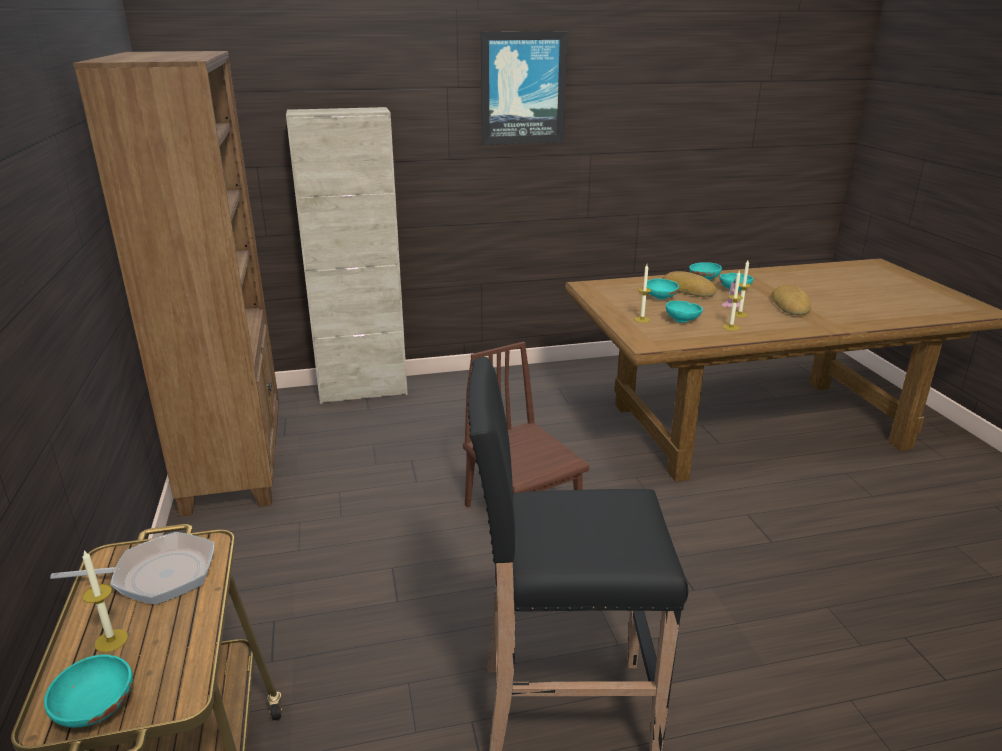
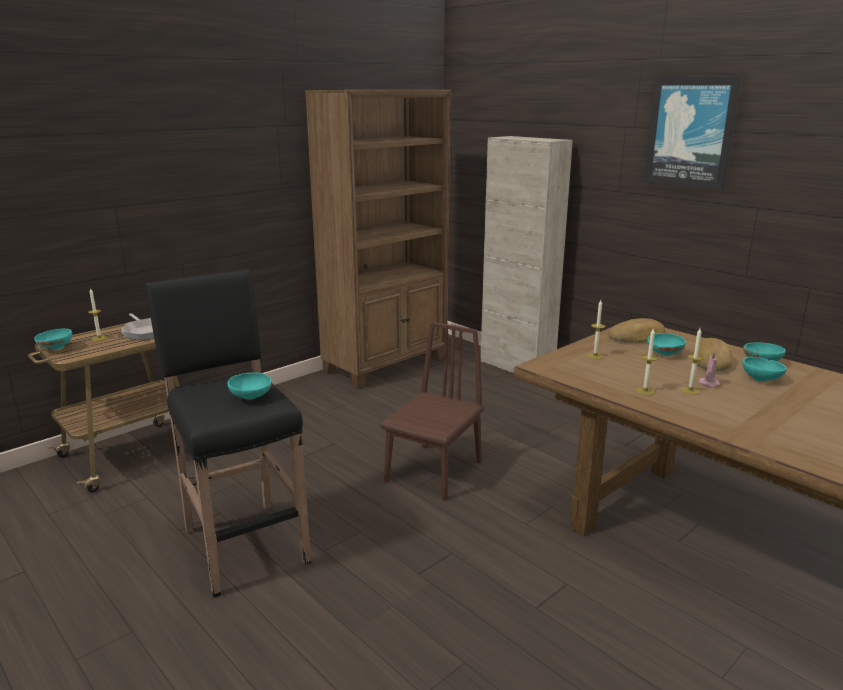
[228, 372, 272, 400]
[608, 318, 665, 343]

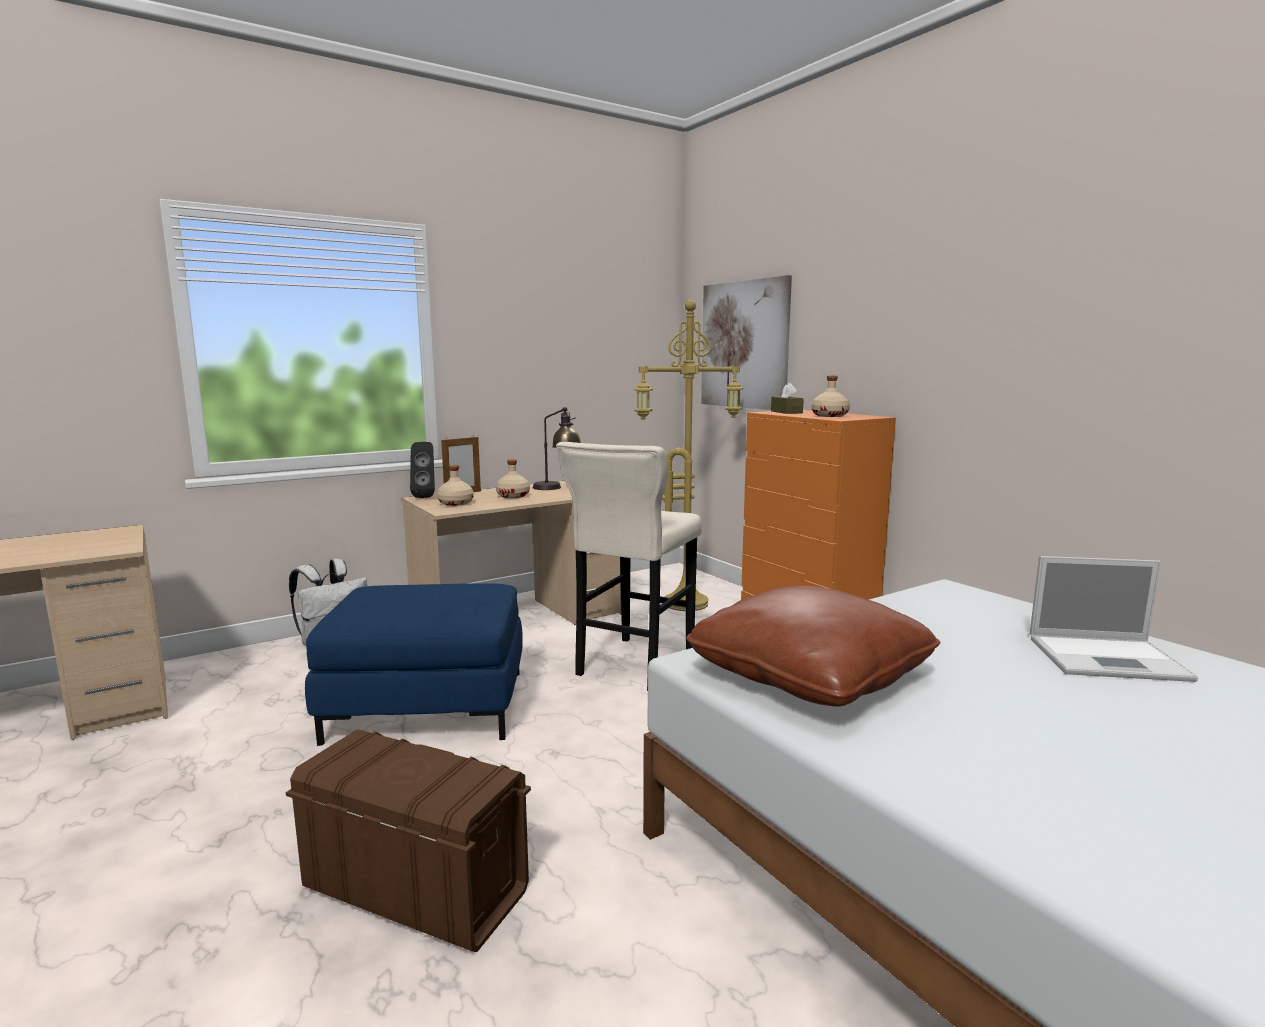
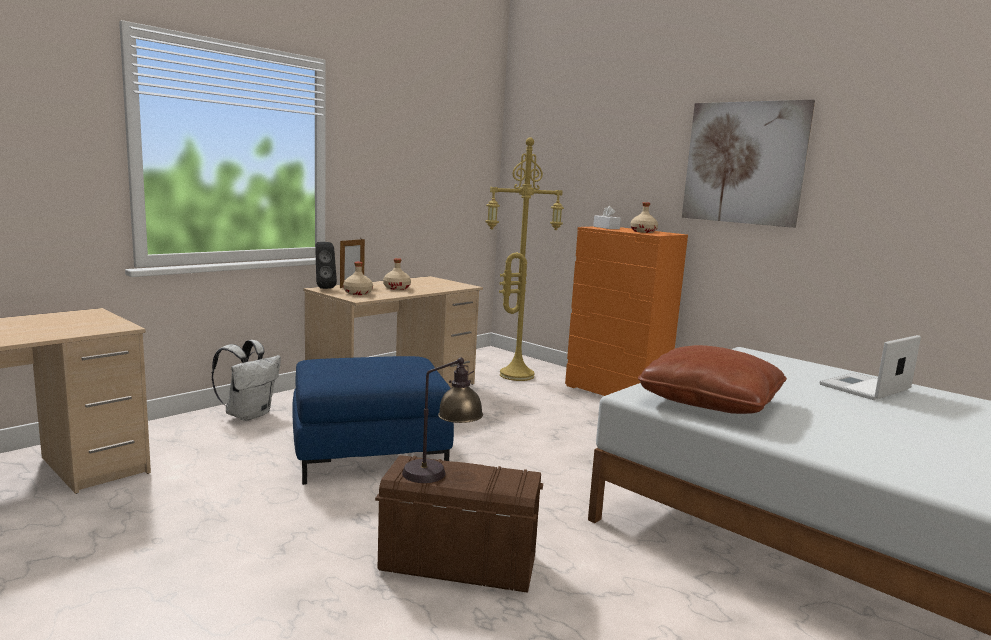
[402, 357, 483, 483]
[593, 206, 621, 229]
[682, 99, 815, 228]
[819, 335, 921, 400]
[556, 442, 702, 691] (first image)

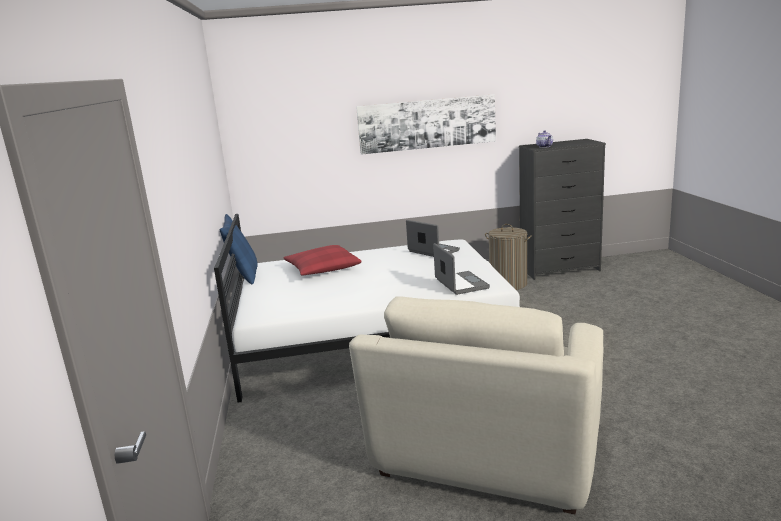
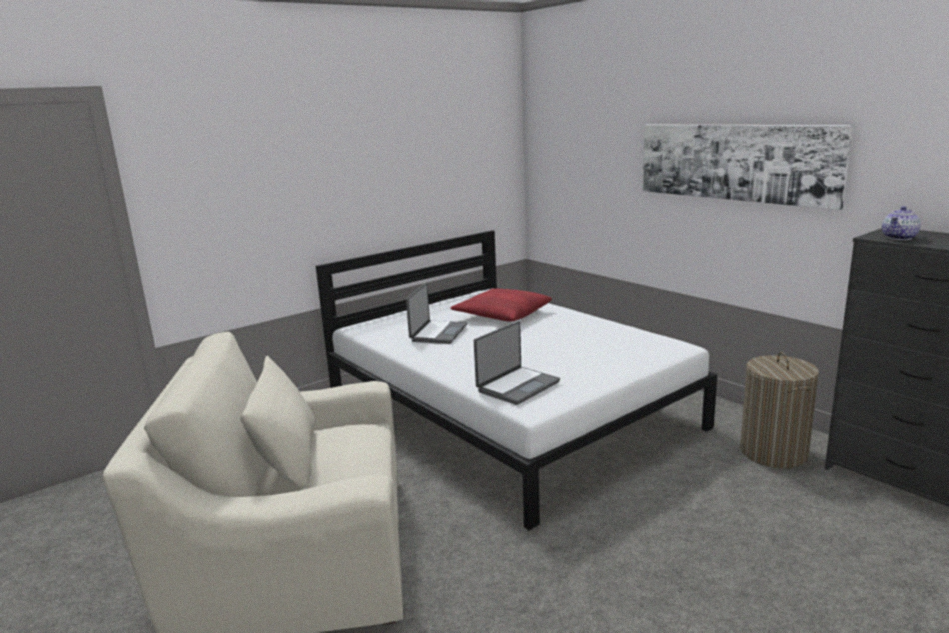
[406, 283, 467, 344]
[220, 214, 257, 284] (first image)

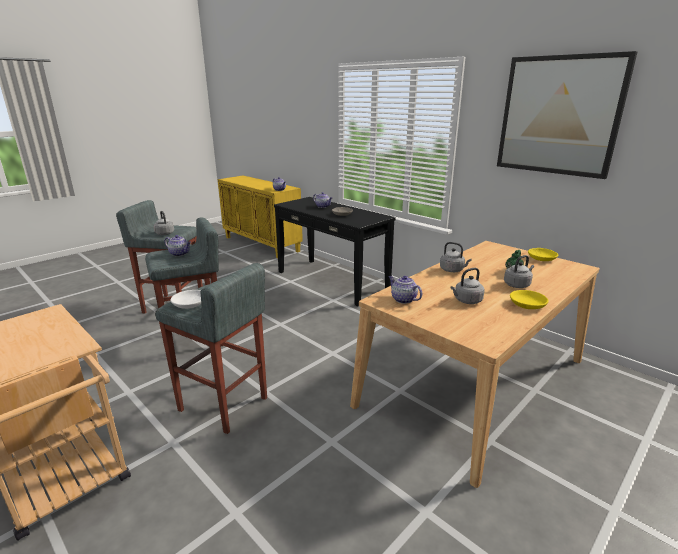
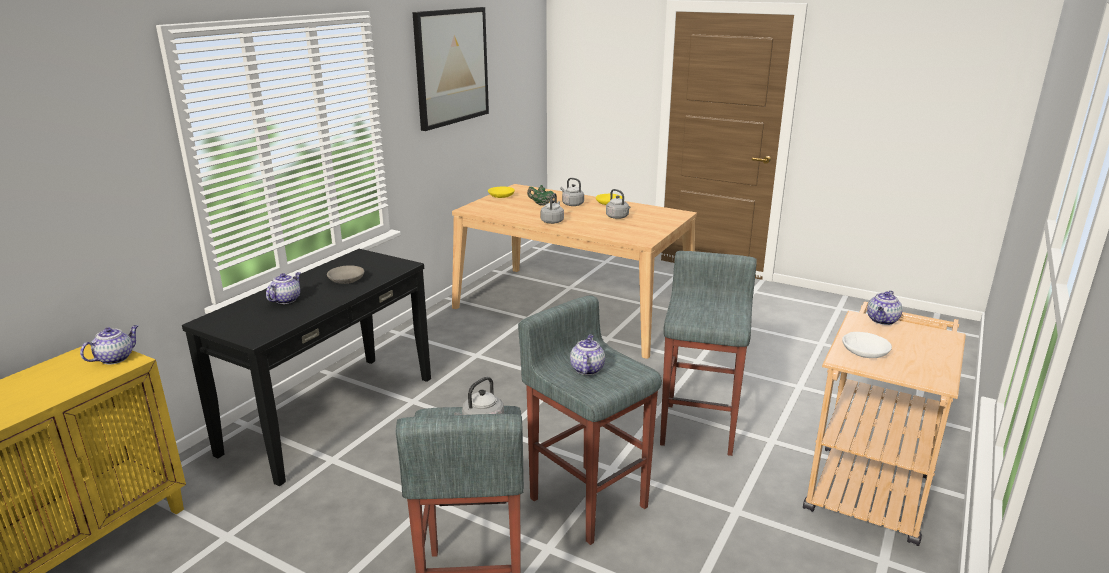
[842, 332, 892, 358]
[867, 290, 903, 325]

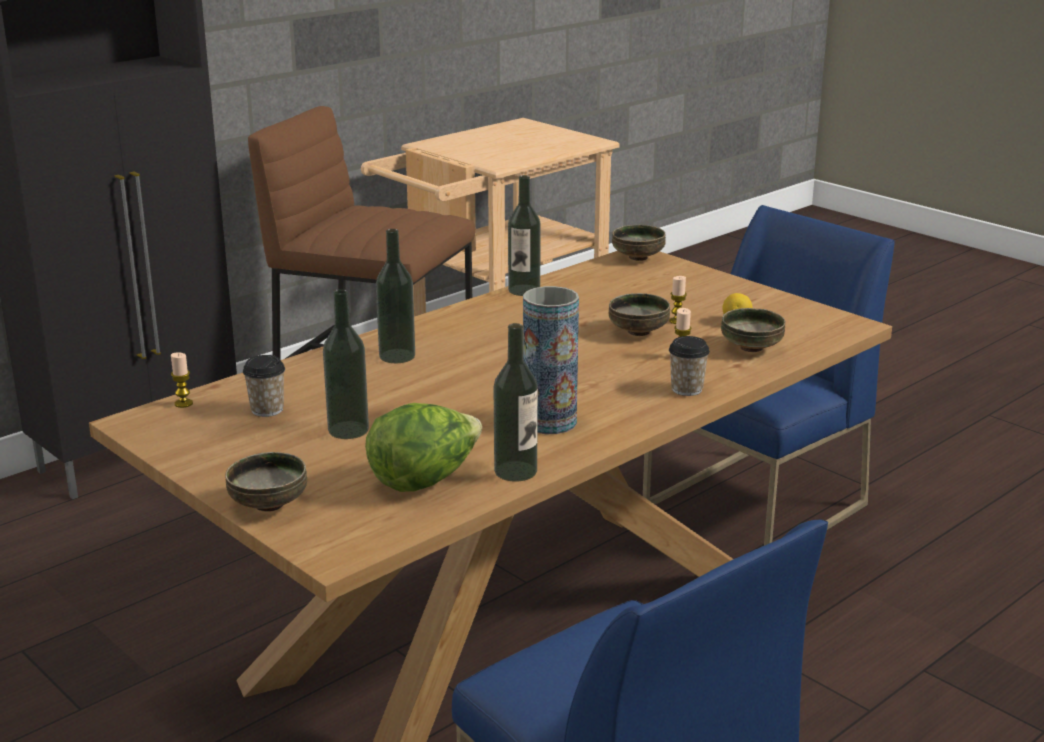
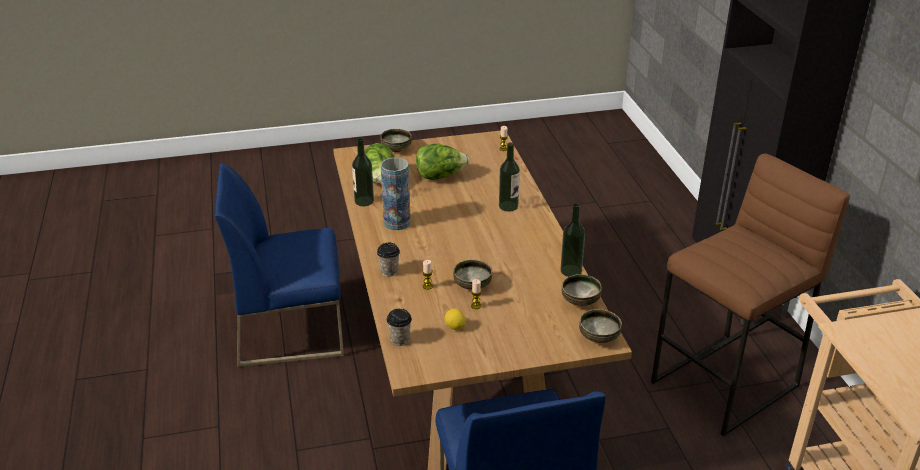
[386, 309, 412, 346]
[416, 144, 469, 180]
[562, 274, 602, 306]

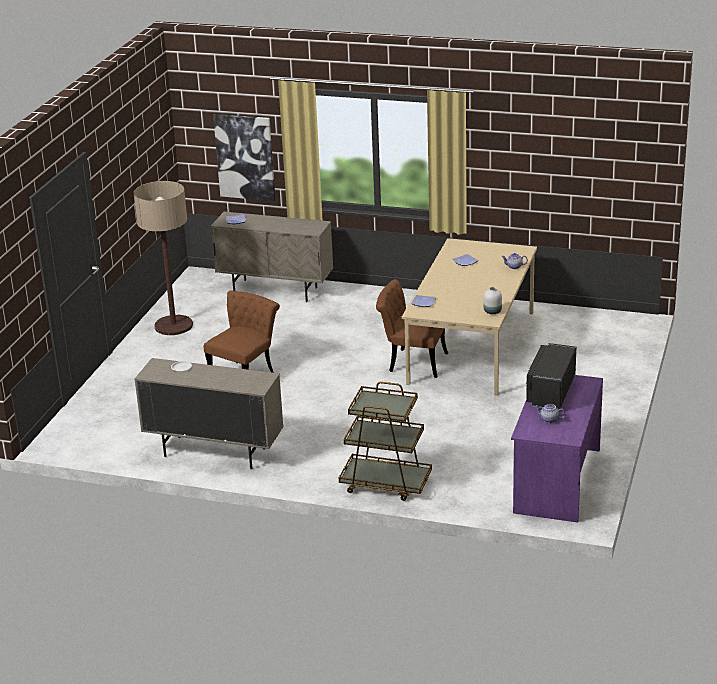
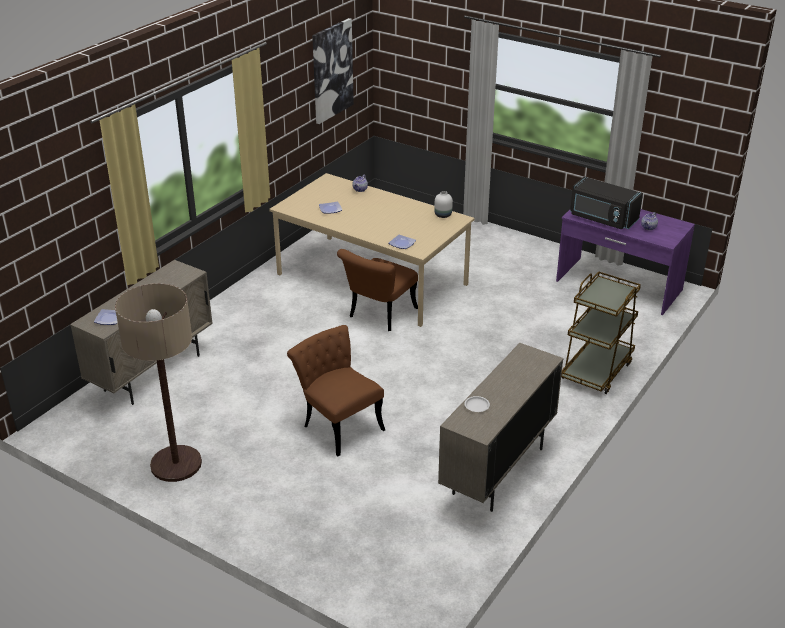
[312, 18, 354, 124]

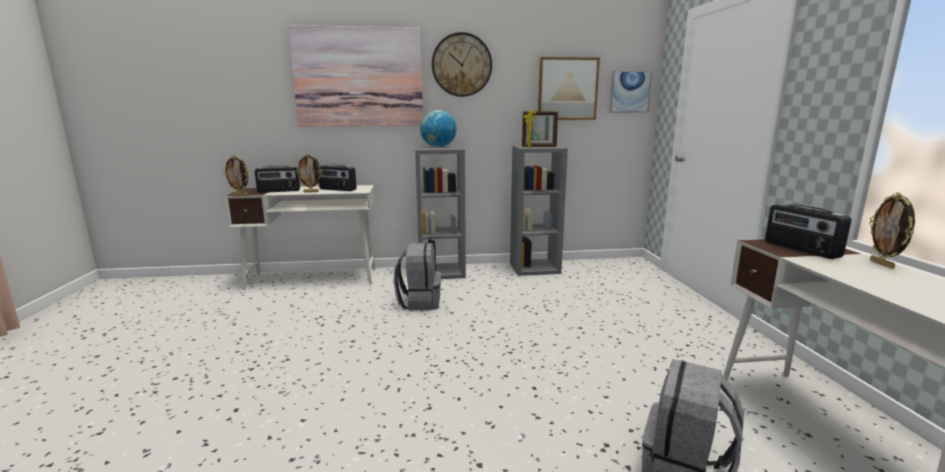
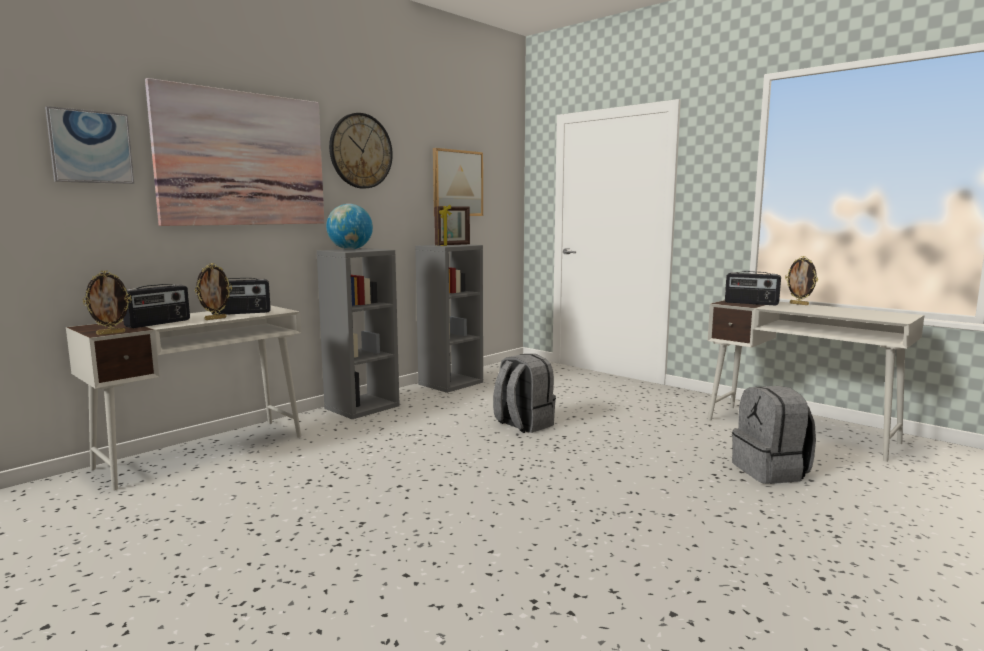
[45, 106, 134, 184]
[493, 354, 556, 433]

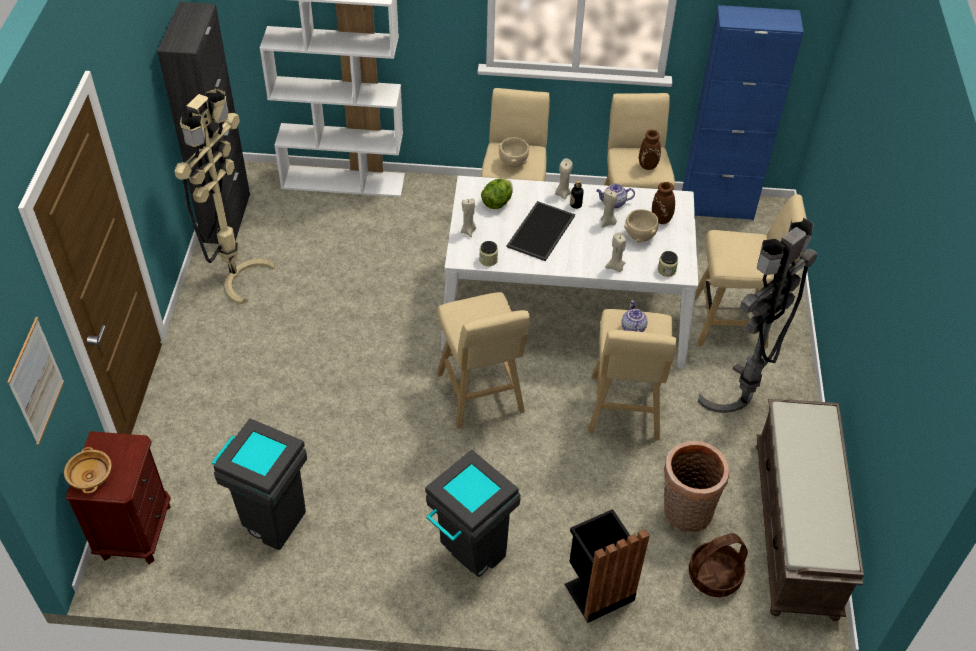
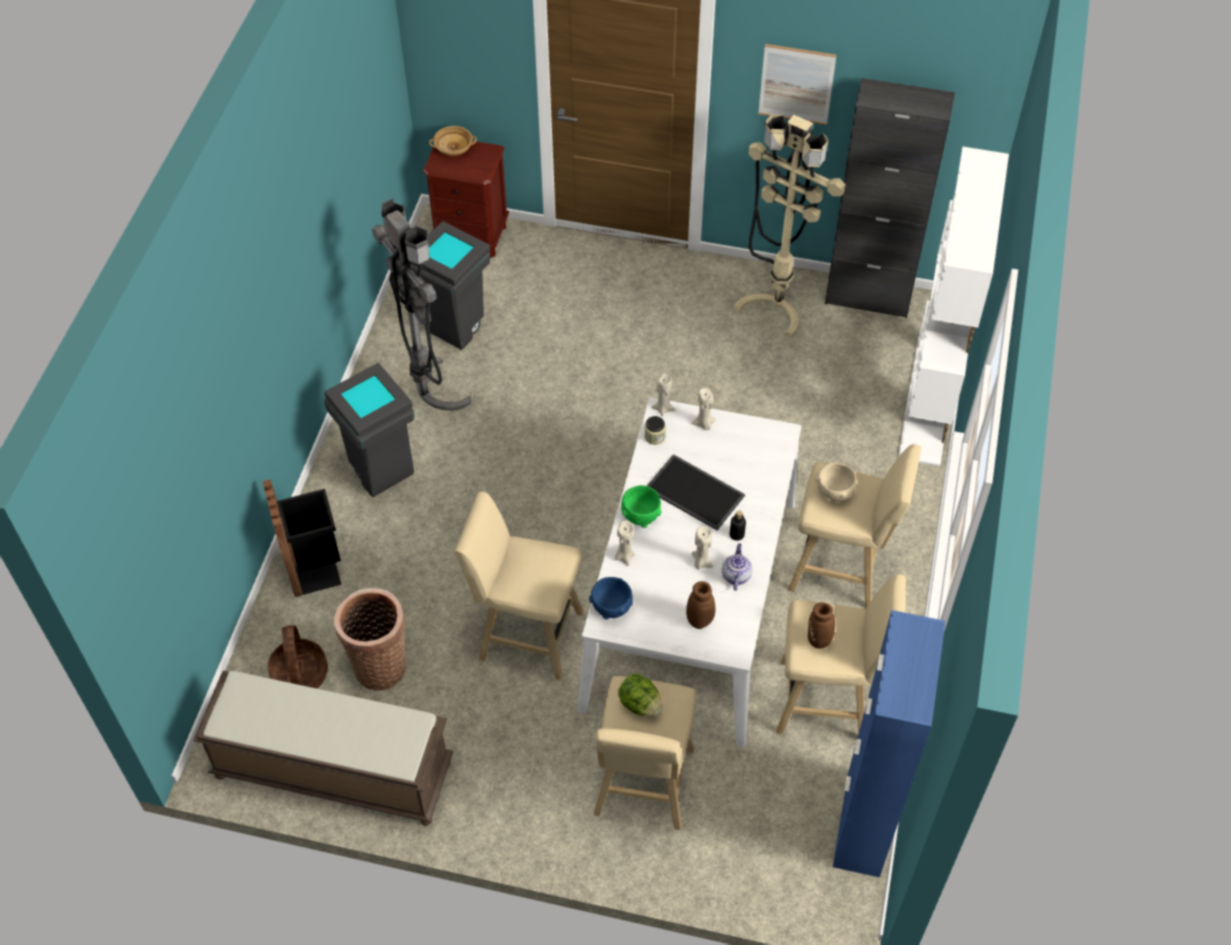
[372, 199, 471, 411]
[589, 577, 633, 620]
[618, 674, 662, 717]
[621, 485, 661, 528]
[651, 373, 676, 416]
[758, 44, 837, 125]
[437, 292, 530, 429] (first image)
[621, 300, 648, 332] (first image)
[624, 209, 659, 242] (first image)

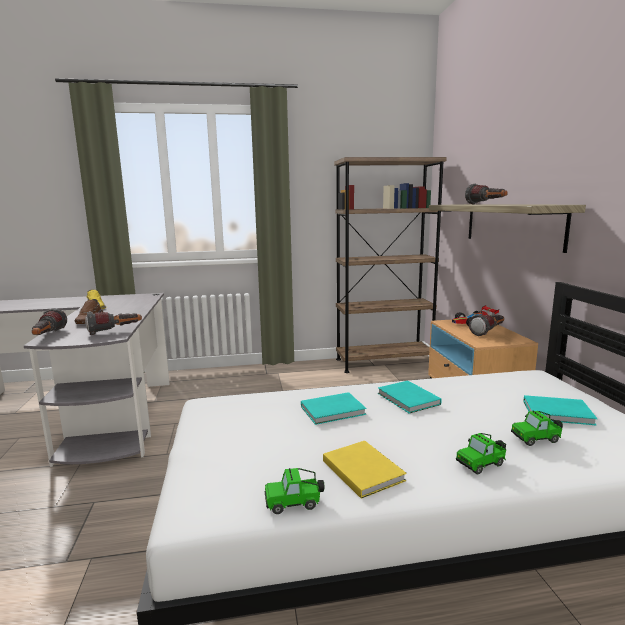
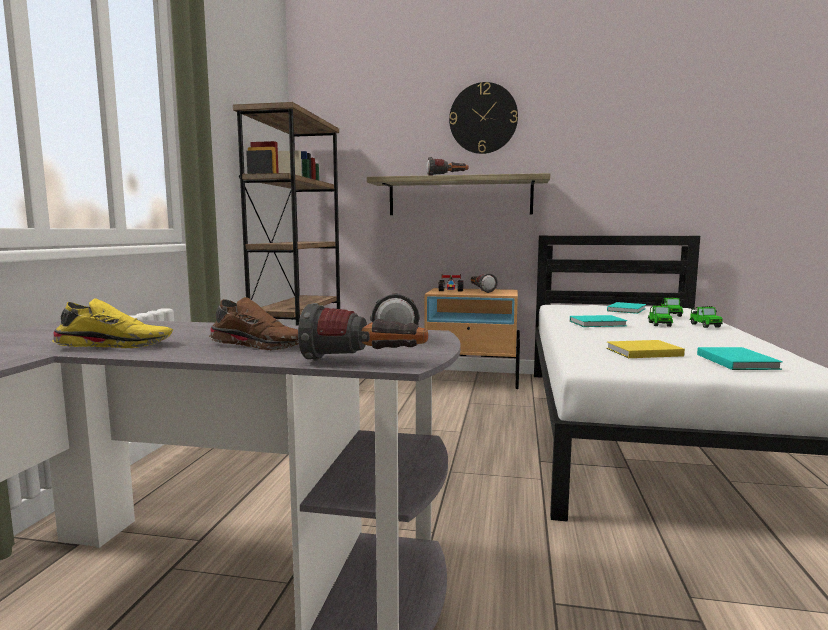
[449, 82, 518, 154]
[606, 340, 685, 358]
[648, 305, 673, 327]
[697, 347, 783, 370]

